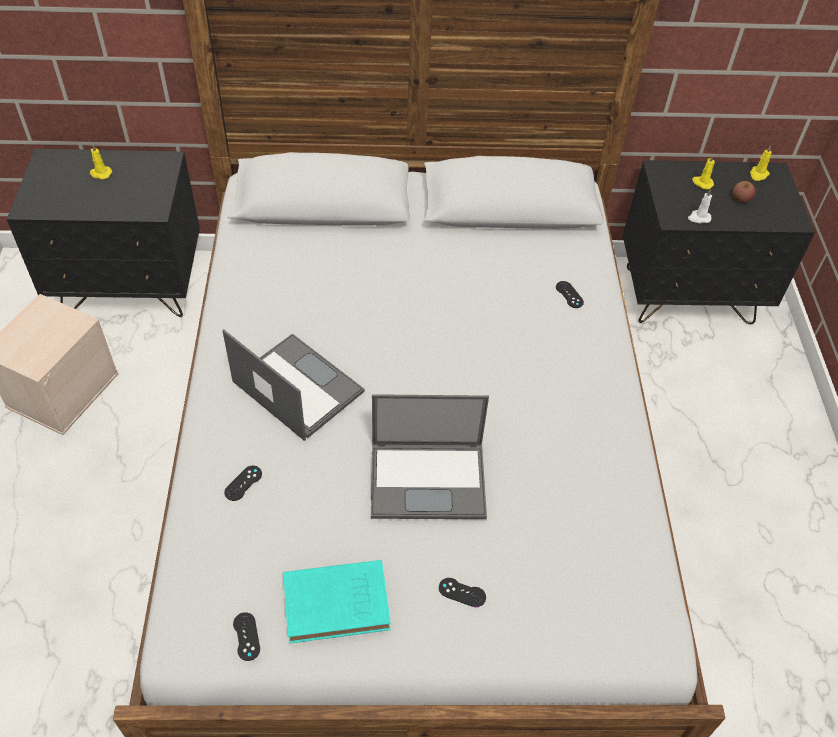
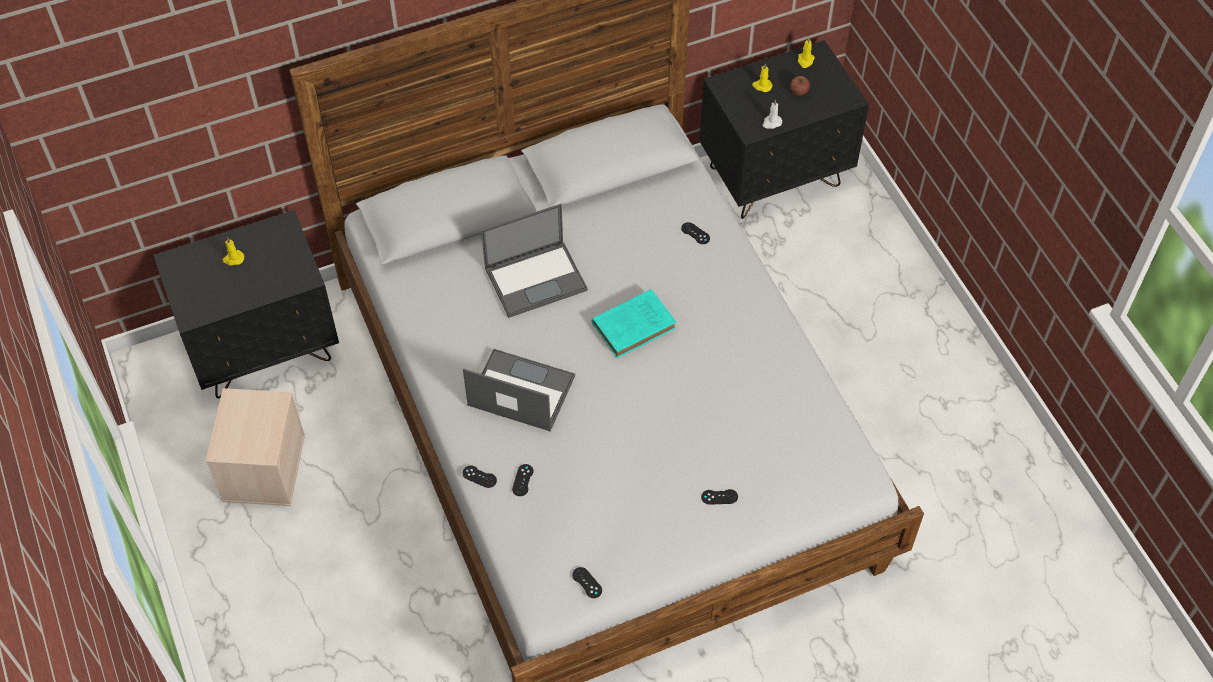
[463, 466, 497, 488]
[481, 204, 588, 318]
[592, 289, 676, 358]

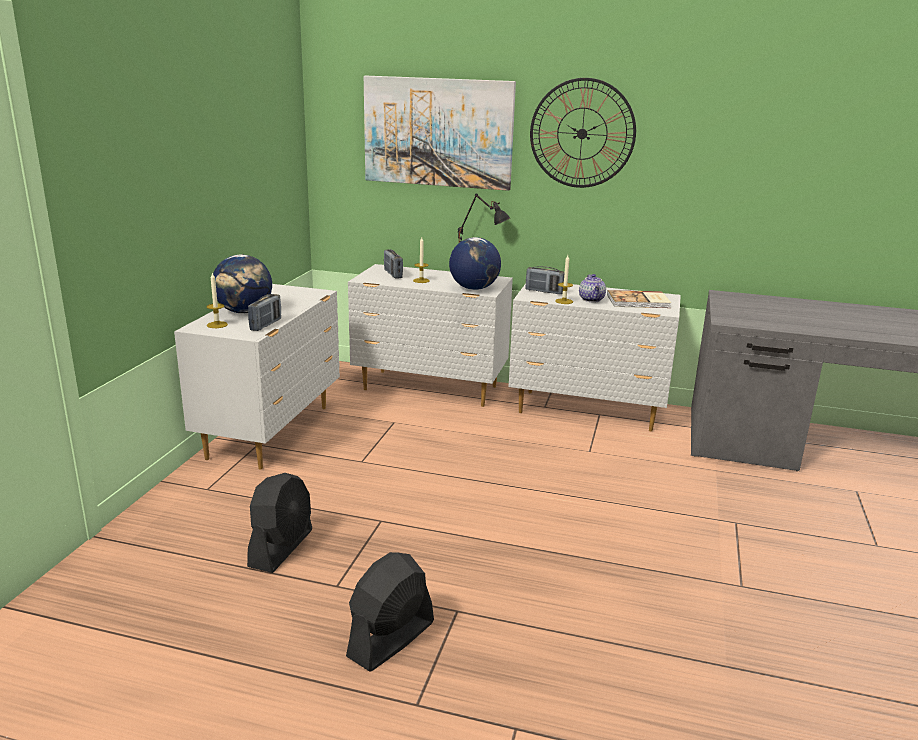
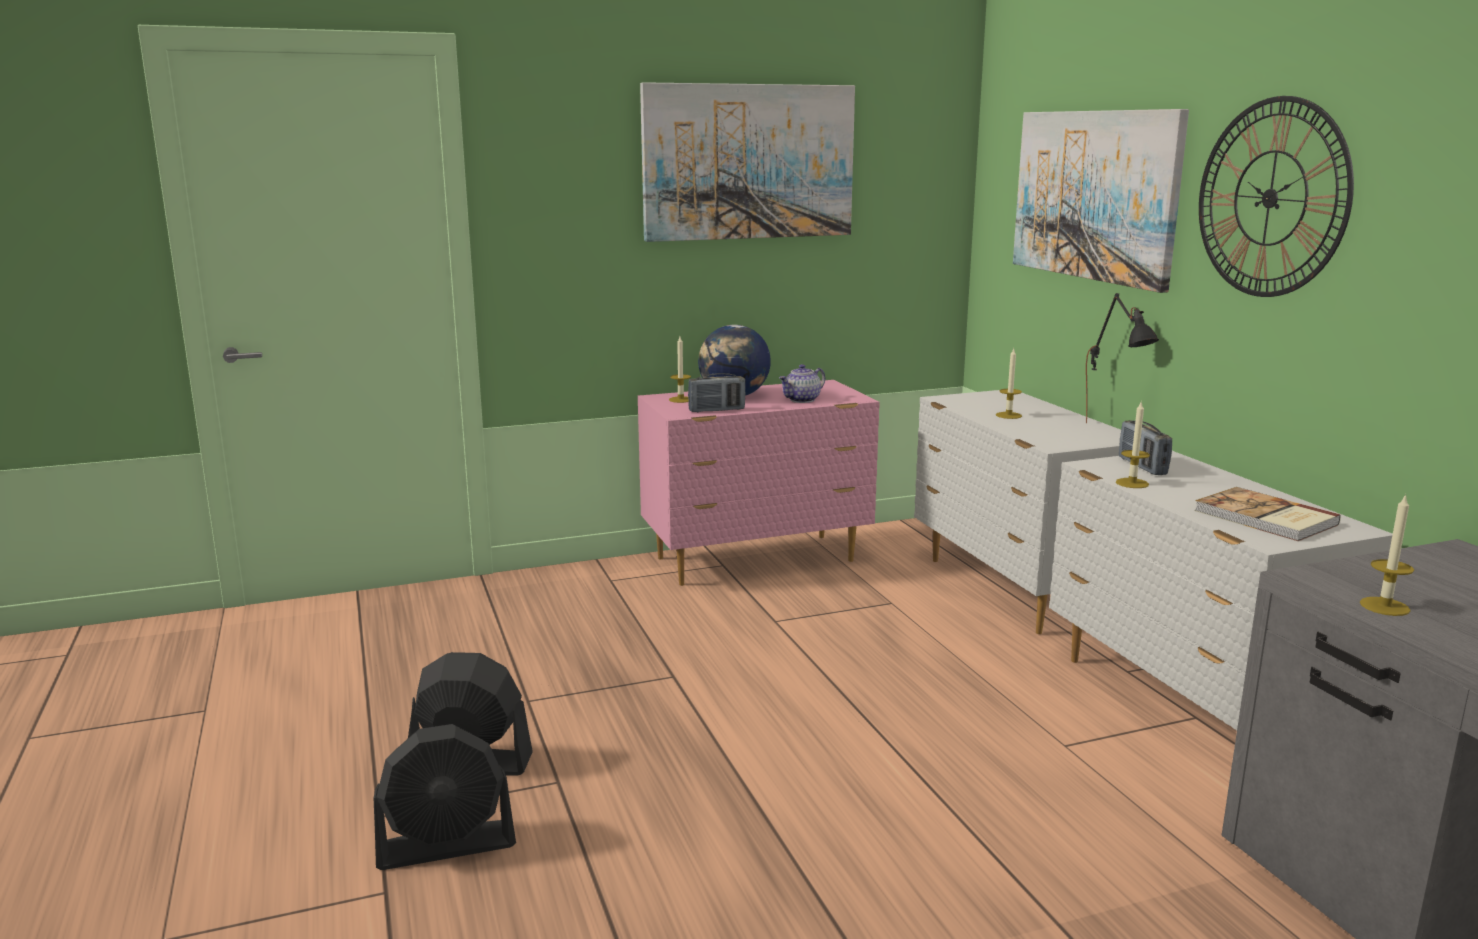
[374, 724, 516, 870]
[638, 380, 880, 586]
[640, 82, 855, 242]
[779, 364, 825, 403]
[1360, 494, 1414, 616]
[384, 249, 403, 278] (first image)
[449, 237, 501, 290] (first image)

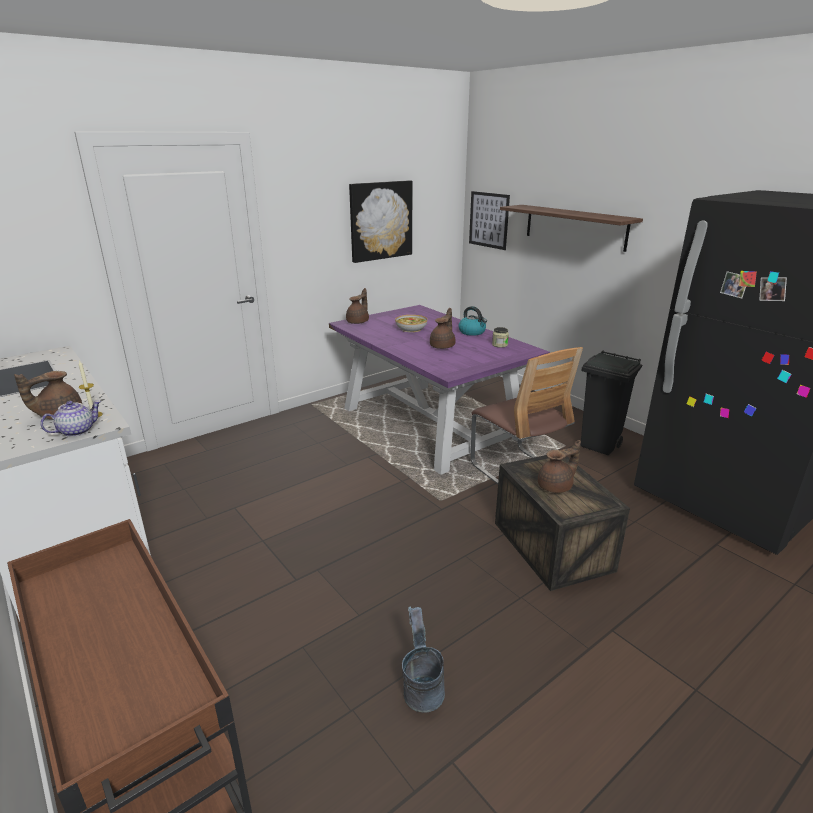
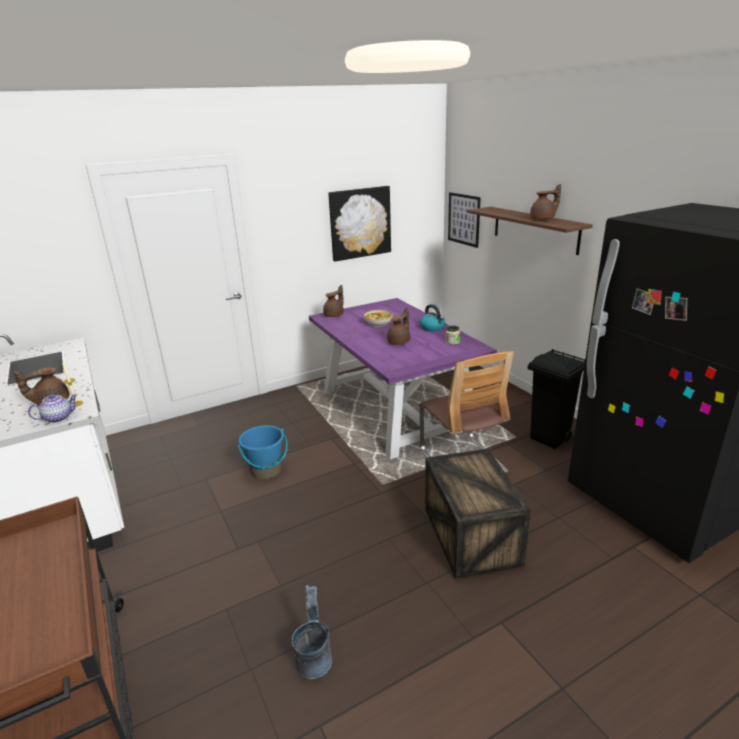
[238, 425, 288, 479]
[530, 184, 561, 220]

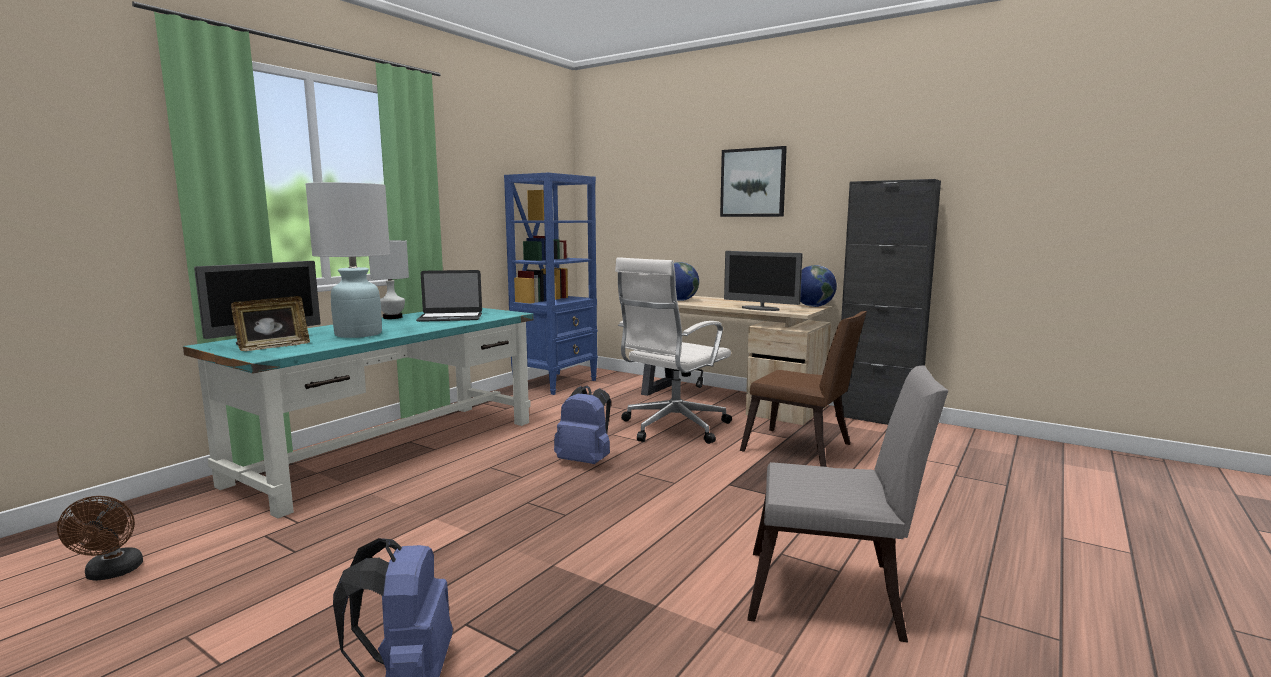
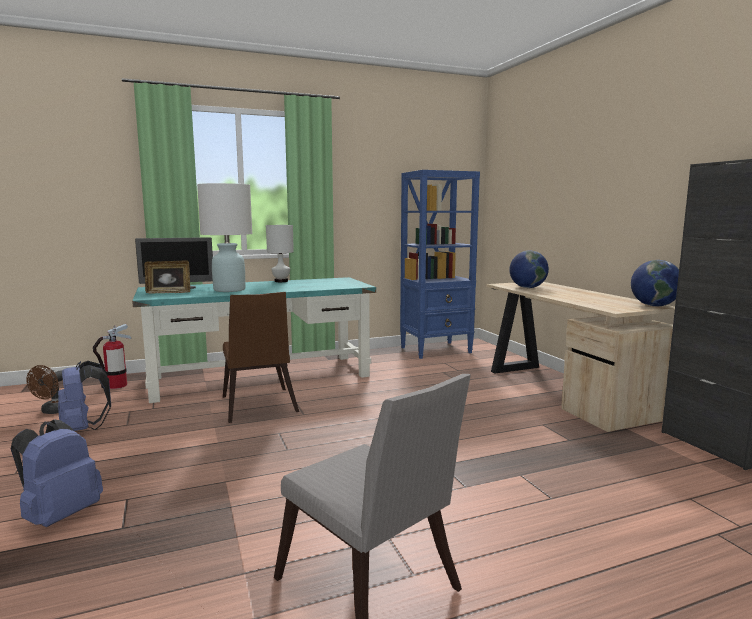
[58, 361, 111, 431]
[93, 324, 131, 389]
[223, 292, 299, 423]
[416, 270, 482, 322] (first image)
[615, 257, 732, 444] (first image)
[720, 146, 787, 217] (first image)
[724, 251, 803, 311] (first image)

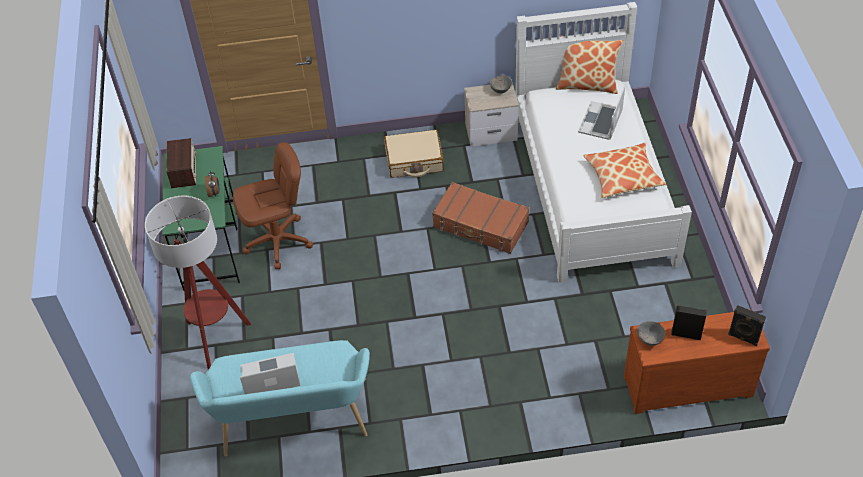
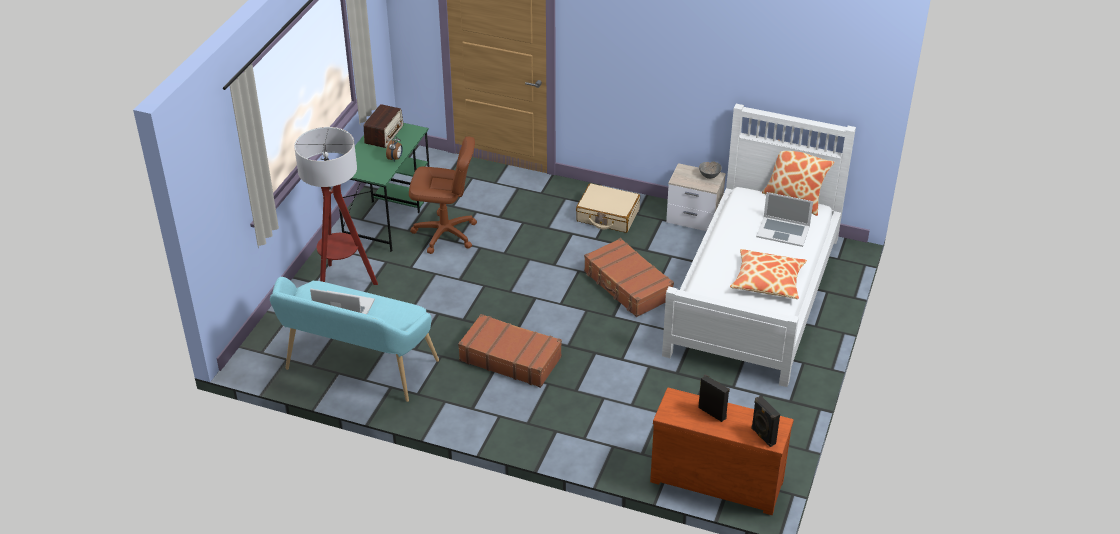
[458, 314, 562, 388]
[756, 192, 813, 247]
[637, 321, 665, 346] (first image)

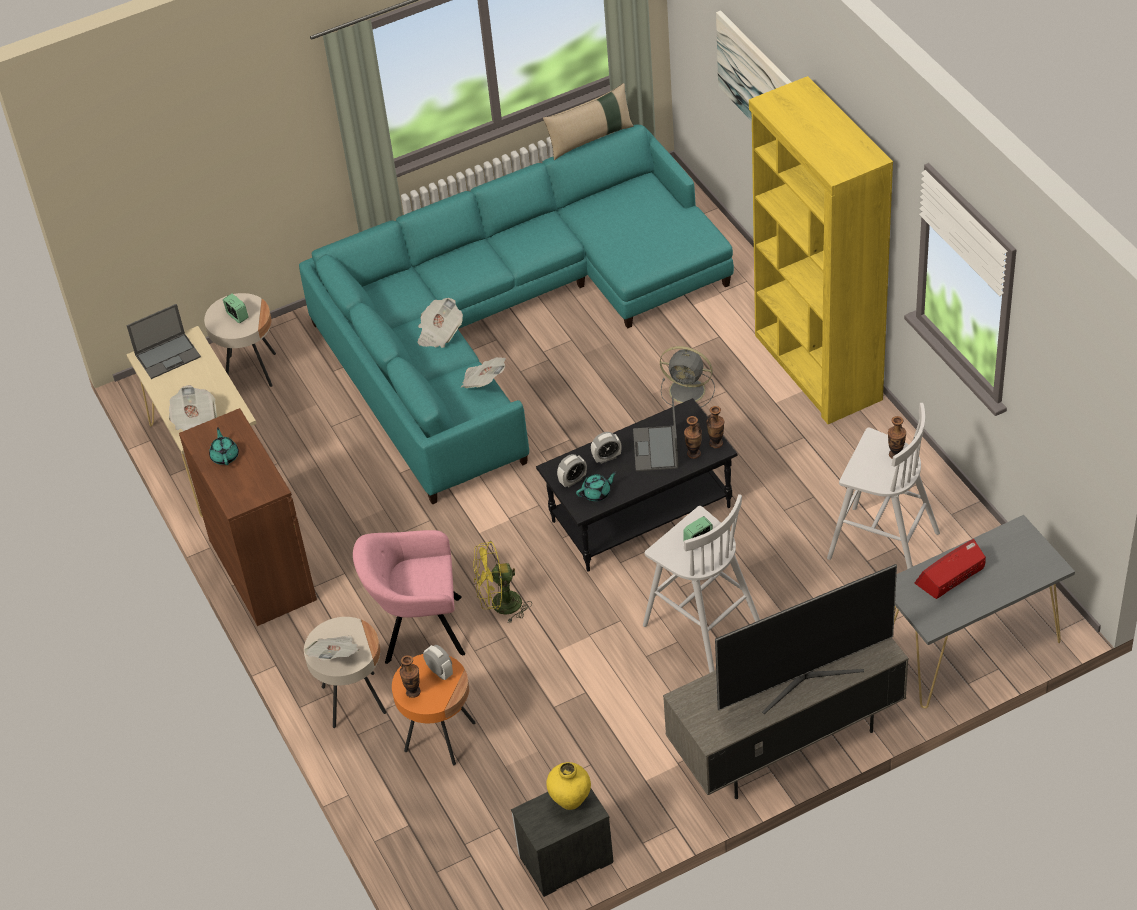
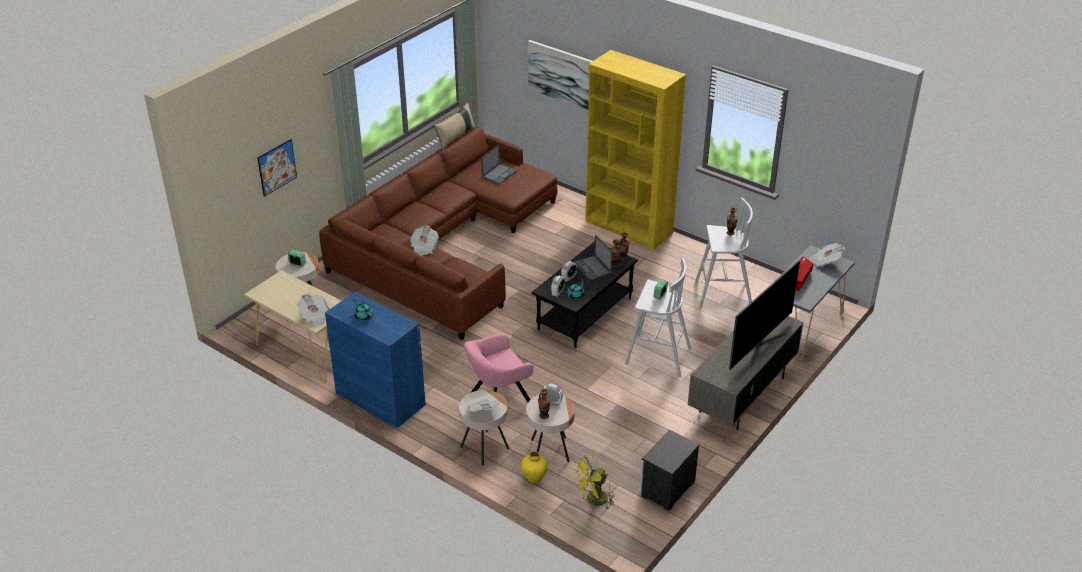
[257, 139, 297, 197]
[319, 127, 558, 340]
[325, 292, 426, 428]
[481, 145, 517, 184]
[521, 451, 548, 483]
[526, 395, 575, 462]
[571, 455, 614, 510]
[809, 243, 845, 267]
[660, 346, 715, 407] (first image)

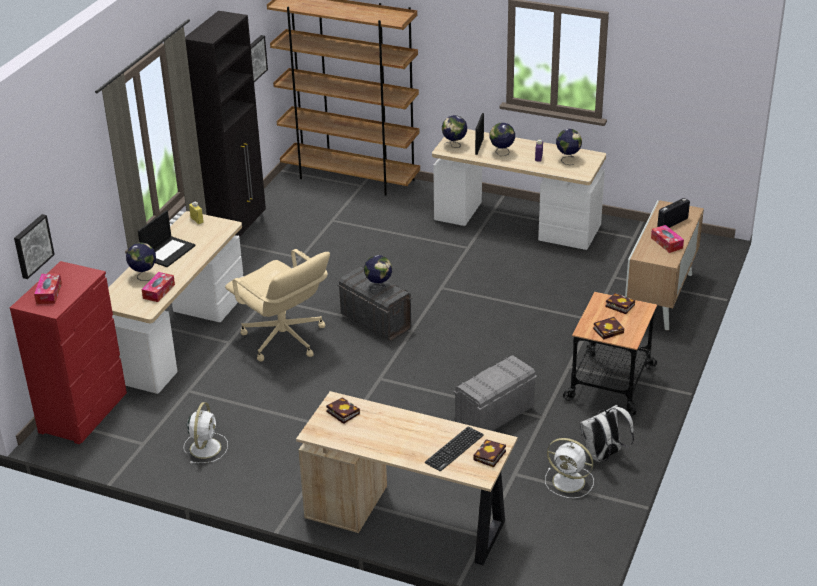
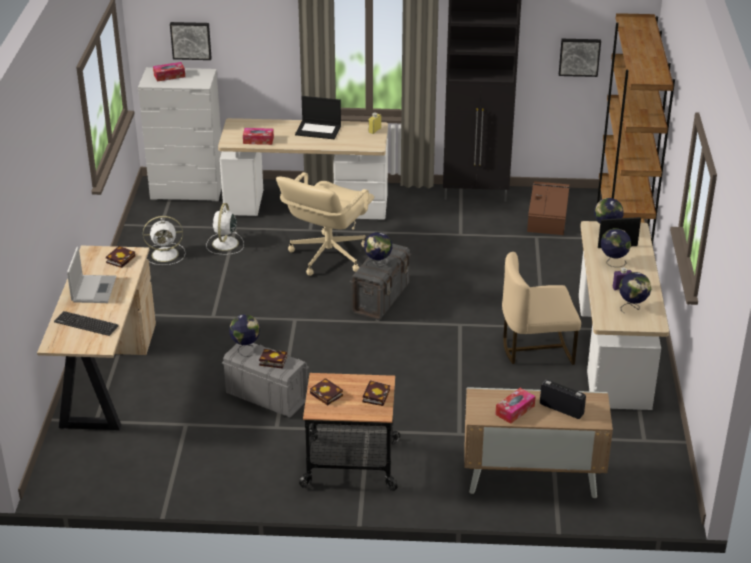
[67, 247, 116, 303]
[138, 67, 222, 201]
[206, 203, 244, 255]
[229, 314, 260, 357]
[259, 349, 287, 369]
[502, 252, 581, 365]
[527, 181, 570, 235]
[580, 405, 634, 462] (first image)

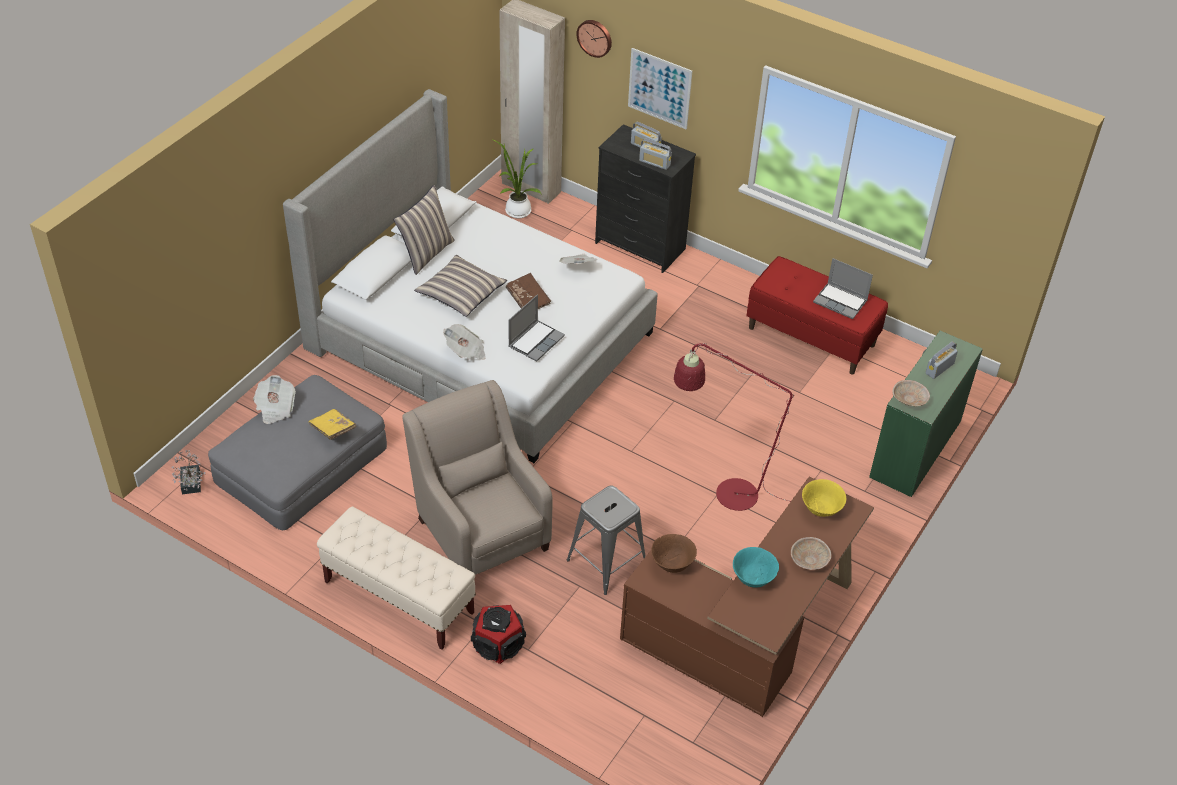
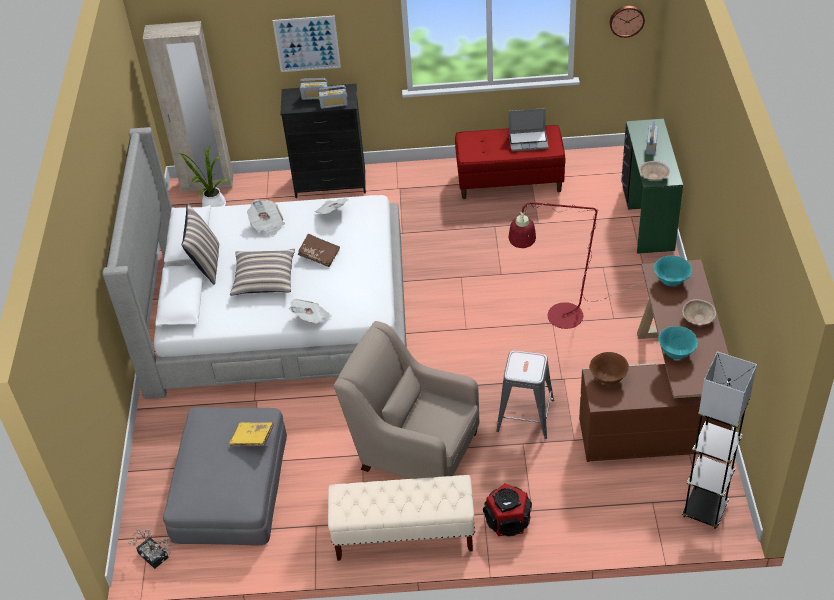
[247, 199, 285, 237]
[610, 6, 645, 38]
[654, 256, 692, 286]
[682, 351, 757, 529]
[508, 295, 565, 362] (first image)

